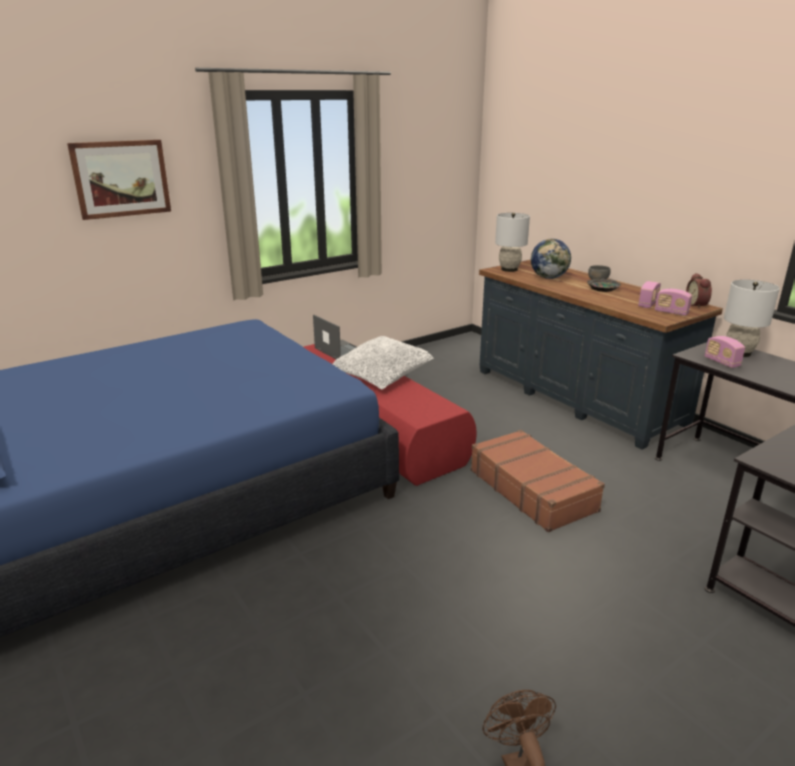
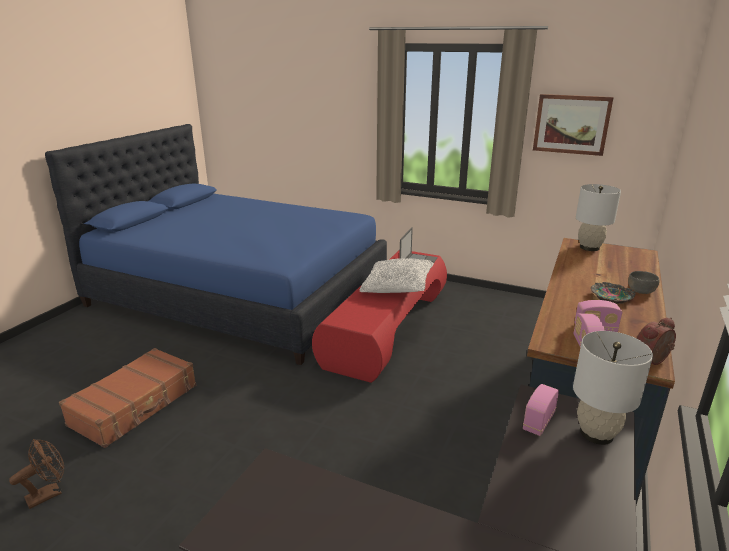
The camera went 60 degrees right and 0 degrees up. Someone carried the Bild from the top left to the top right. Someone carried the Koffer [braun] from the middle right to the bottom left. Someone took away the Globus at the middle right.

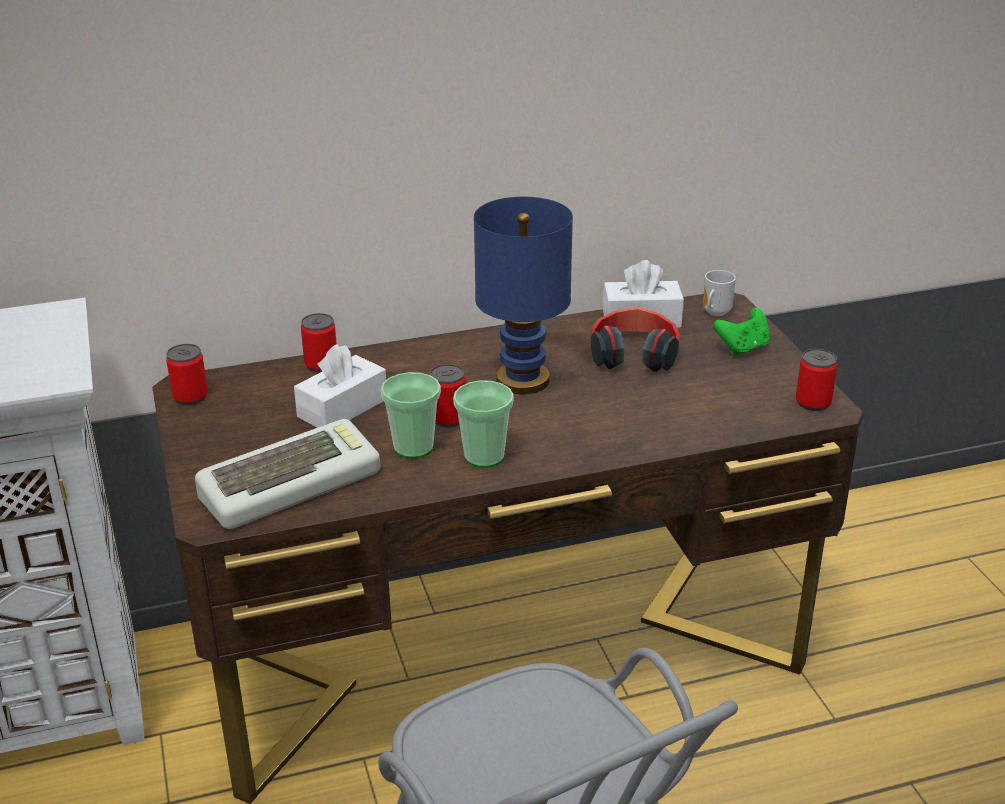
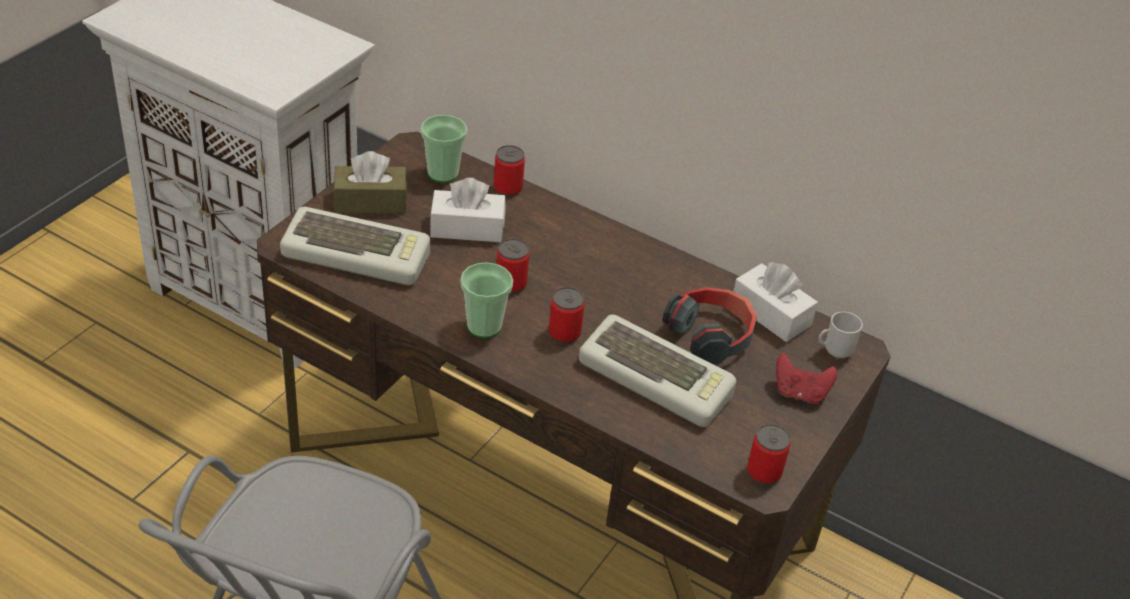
The camera went 45 degrees right and 10 degrees up. Someone carried the Dose (no. 1 from left in the first image) from the middle left to the centre. Someone carried the Tasse (no. 1 from left) from the centre to the top centre. Someone took away the Tischlampe [blau] at the centre. Someone repainted the Gamepad [grün] at the middle right, which became the Gamepad [rot] at the middle right. Someone put down the Taschentuchbox [braun] at the top left. Someone put down the Tastatur (no. 2 from left) at the centre.

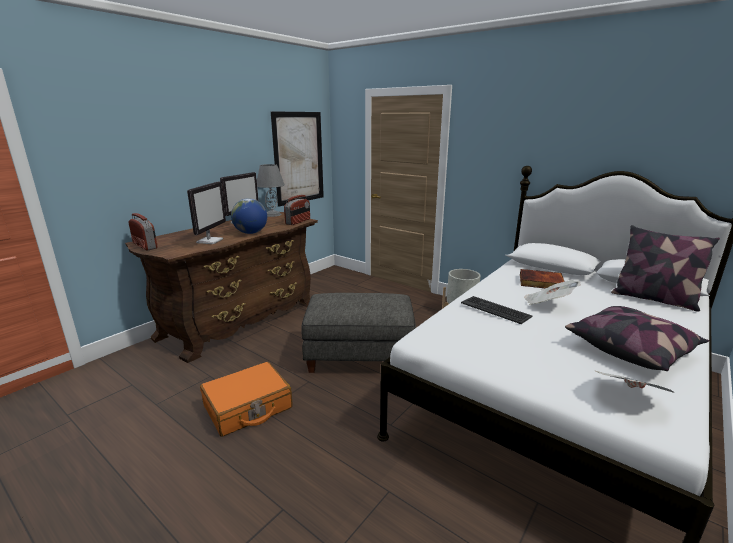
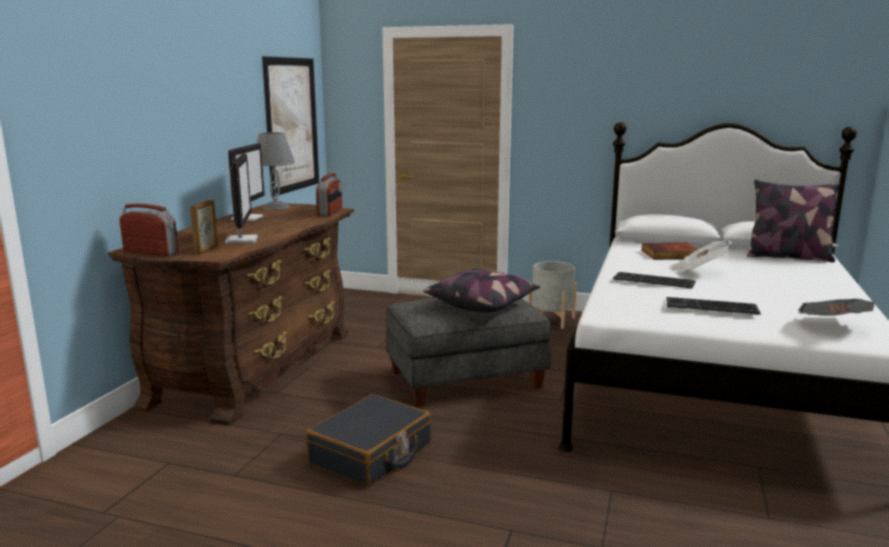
The camera went 20 degrees left and 5 degrees down. Someone repainted the Koffer [orange] at the bottom centre, which became the Koffer [schwarz] at the bottom centre. Someone took away the Globus at the centre. Someone carried the Kissen (no. 1 from left) from the middle right to the centre. Someone put down the Bilderrahmen at the middle left. Someone put down the Tastatur (no. 2 from left) at the middle right.

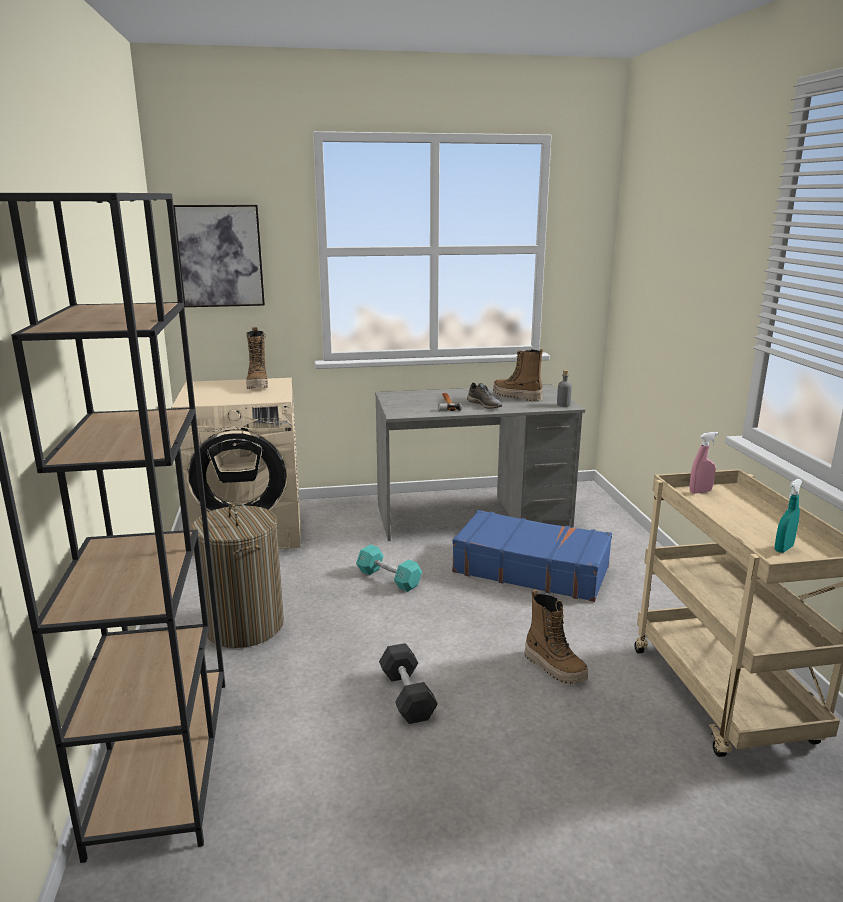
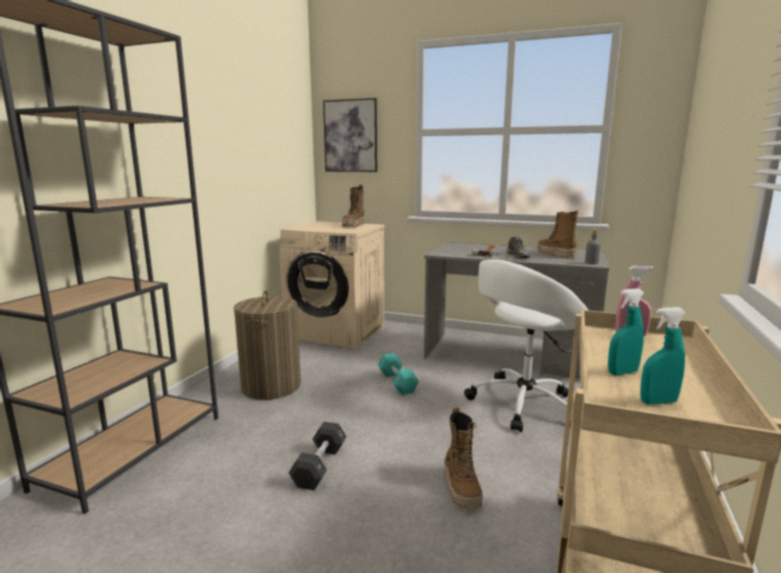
The camera went 30 degrees right and 5 degrees down. Someone swapped the Koffer [blau] at the centre for the Bürostuhl [weiß] at the middle right. Someone put down the Sprühflasche [türkis] (no. 1 from left) at the middle right.

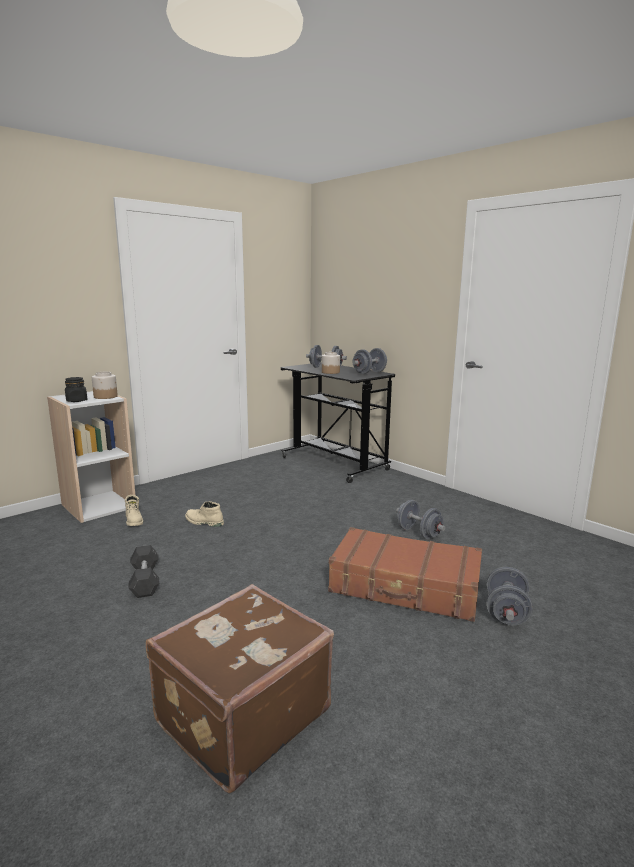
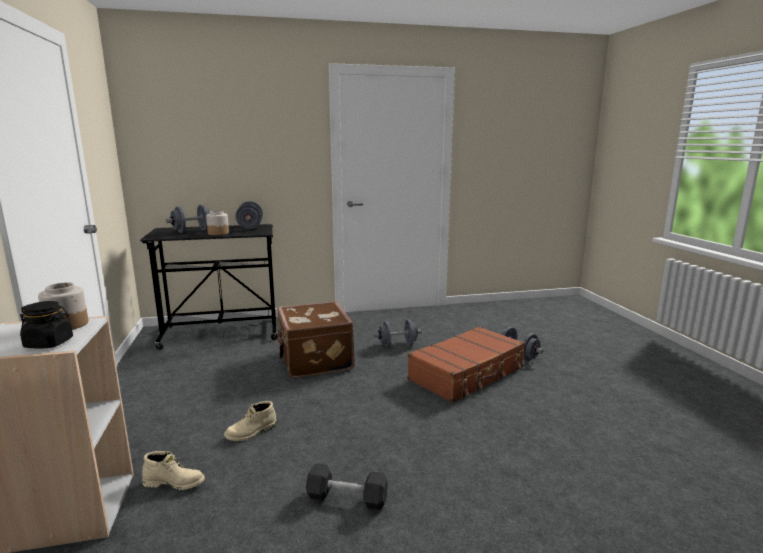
The camera went 60 degrees left and 0 degrees up. Someone carried the Koffer [braun] (no. 1 from left) from the bottom centre to the centre.

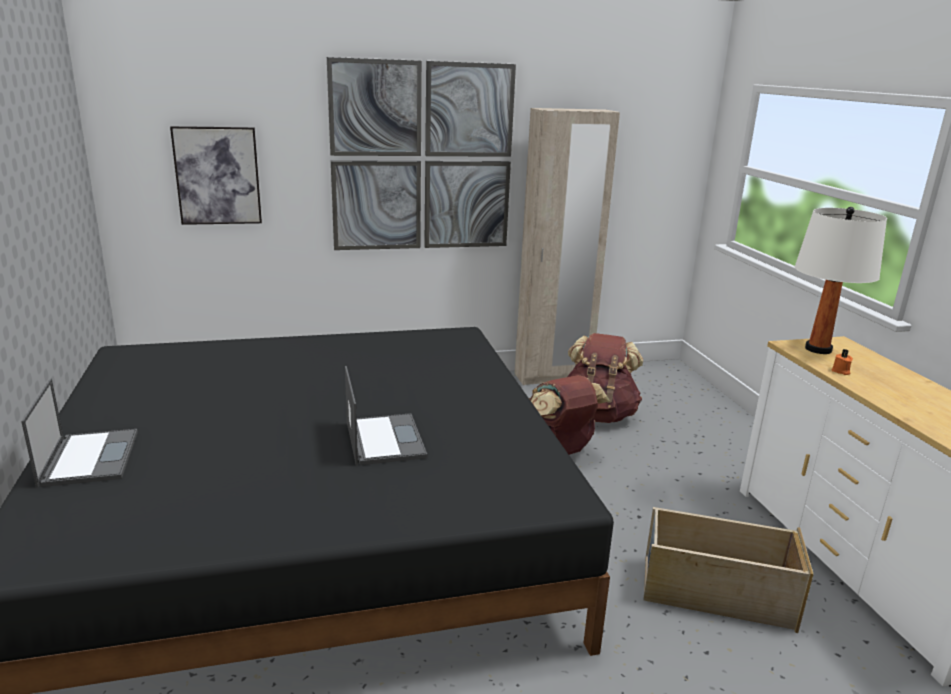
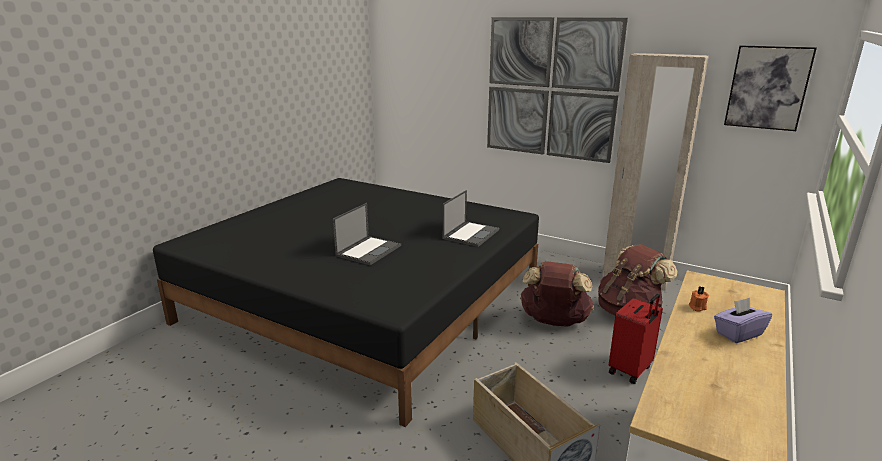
The camera went 45 degrees right and 0 degrees up. Someone carried the Laptop (no. 1 from left in the first image) from the middle left to the centre. Someone carried the Bild (no. 1 from left in the first image) from the top left to the top right. Someone took away the Tischlampe [weiß] at the middle right. Someone put down the Koffer [rot] at the bottom right. Someone put down the Taschentuchbox [lila] at the bottom right.

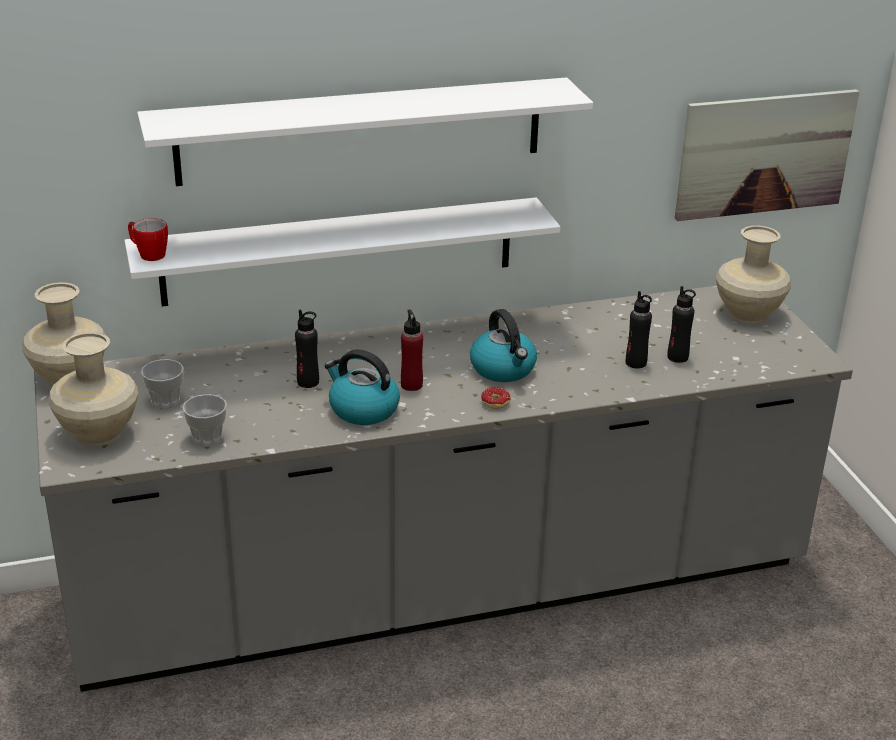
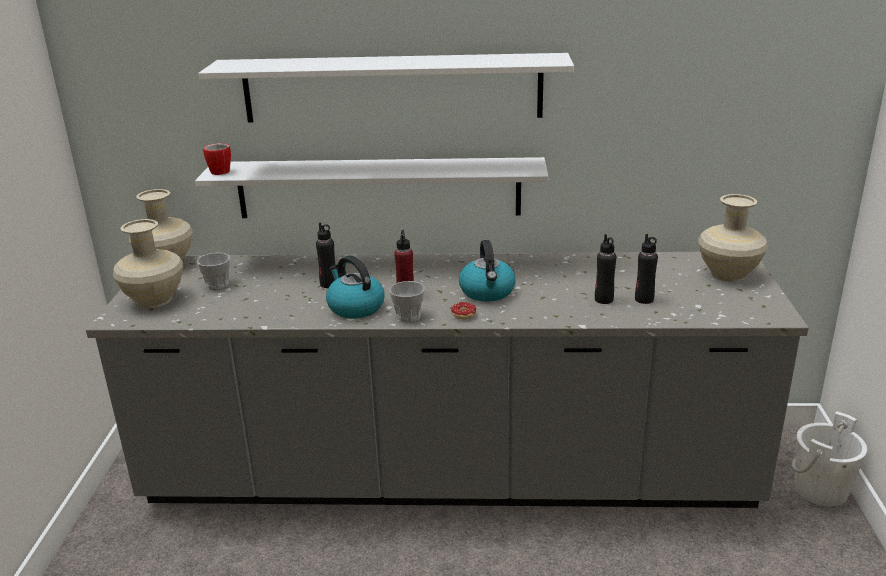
The camera went 20 degrees right and 5 degrees down. Someone carried the Tasse (no. 2 from left) from the middle left to the centre. Someone took away the Bild at the top right. Someone put down the Eimer [weiß] at the bottom right.

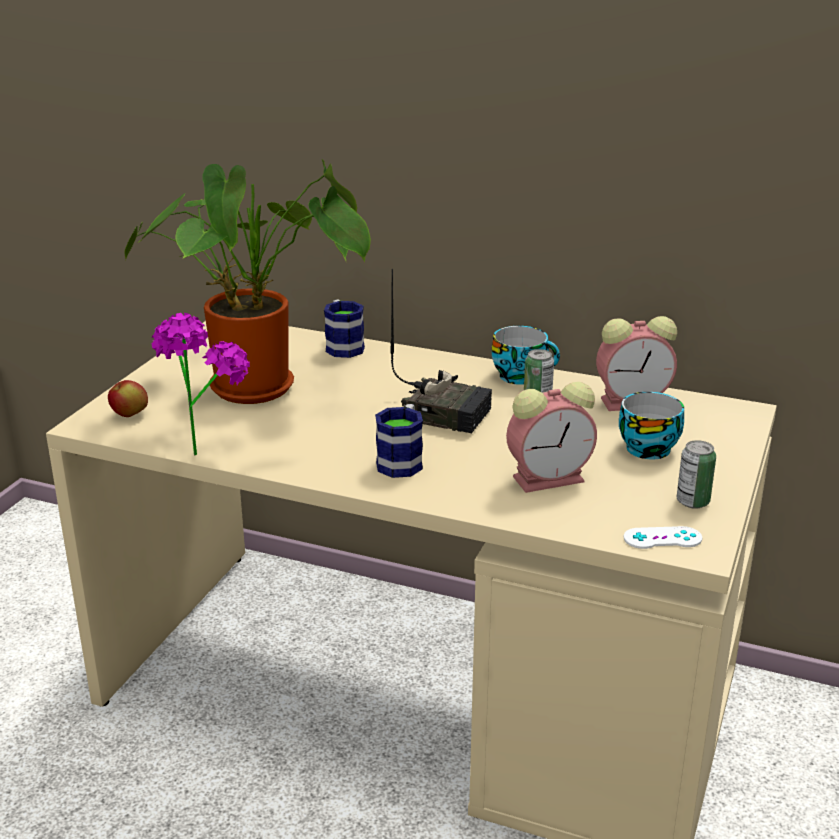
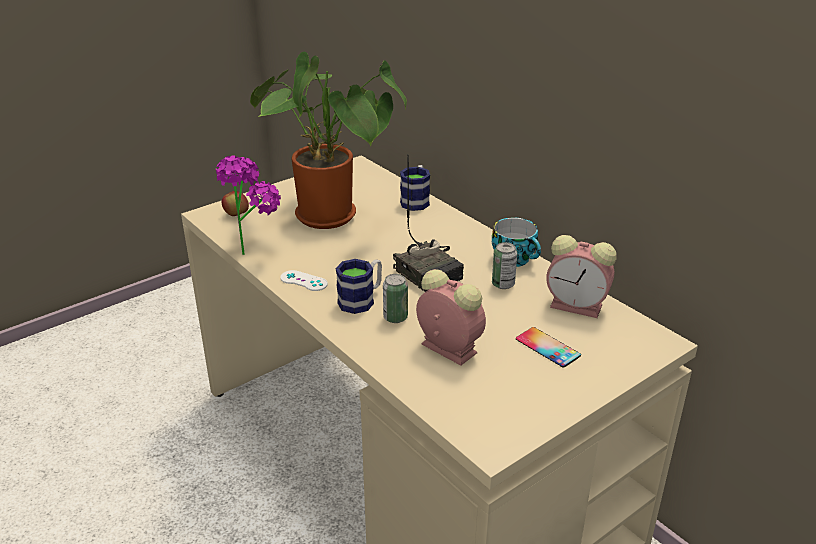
The camera went 30 degrees right and 5 degrees up. Someone rotated the Wecker (no. 1 from left) at the centre by 150 degrees counterclockwise. Someone swapped the Tasse (no. 2 from left) at the middle right for the Handy at the middle right. Someone carried the Gamepad [weiß] from the middle right to the centre. Someone carried the Dose (no. 2 from left in the first image) from the middle right to the centre.

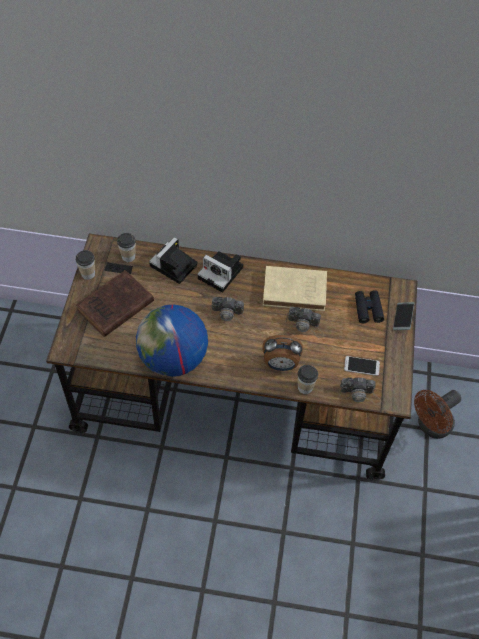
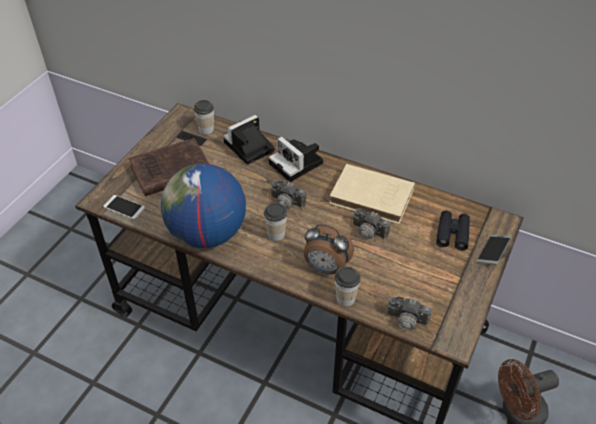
The camera went 20 degrees right and 10 degrees down. Someone carried the Tasse (no. 1 from left in the first image) from the middle left to the centre. Someone carried the Handy (no. 1 from left) from the middle right to the middle left.

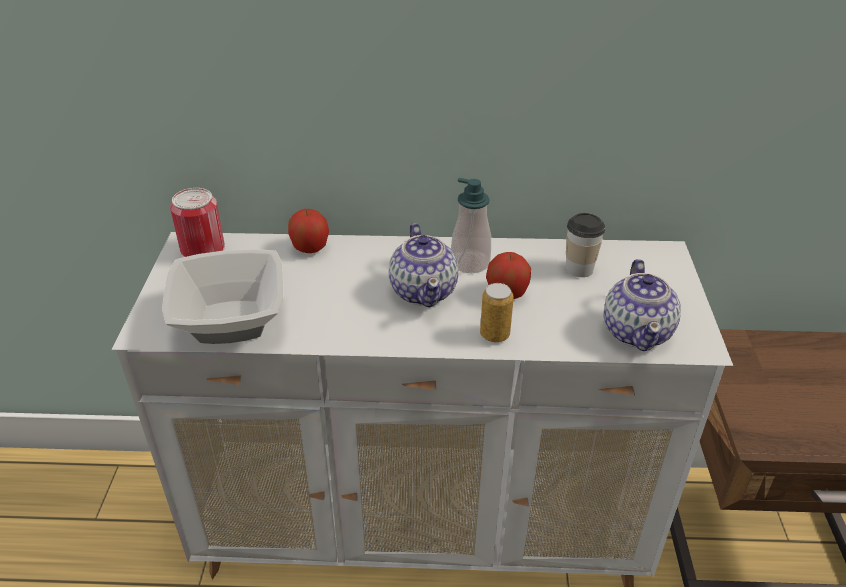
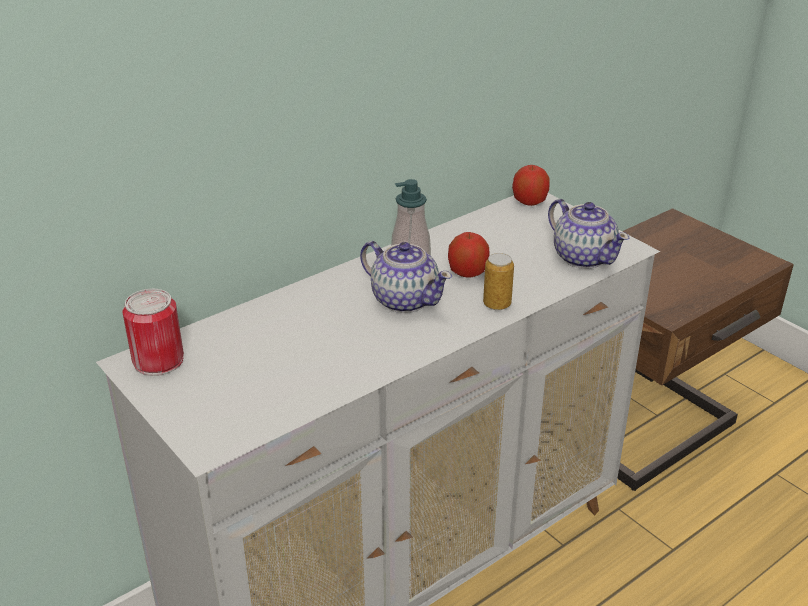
The camera went 40 degrees left and 5 degrees down. Someone took away the Schüssel at the middle left. Someone carried the Apfel (no. 1 from left in the first image) from the centre to the top centre. Someone took away the Tasse at the middle right.

